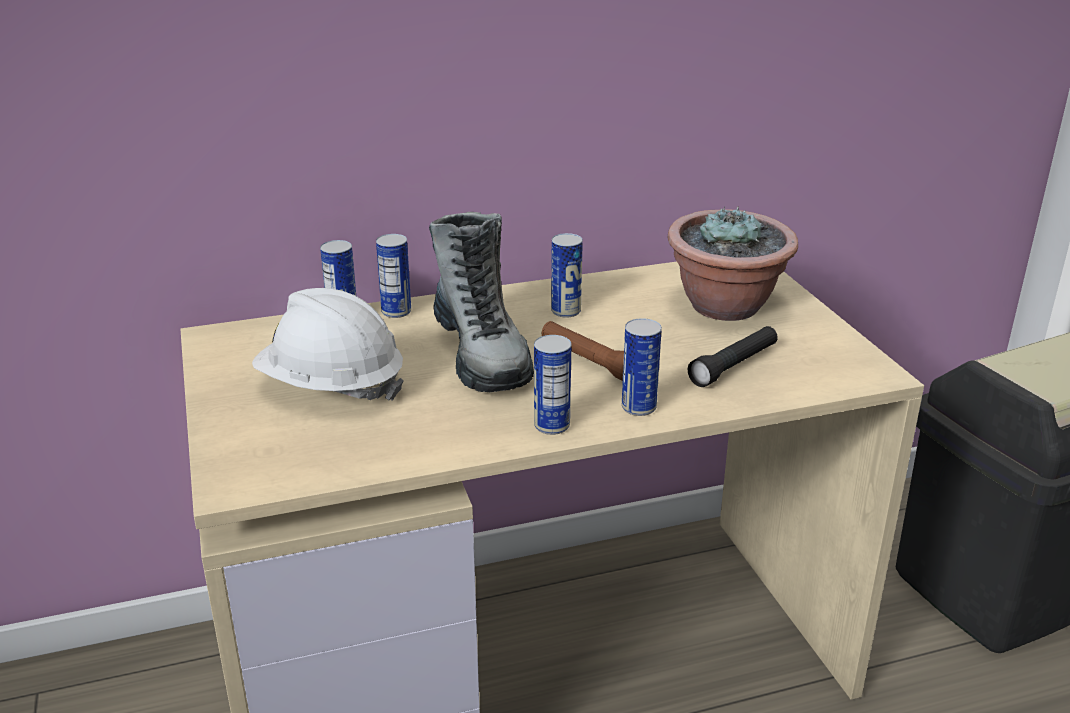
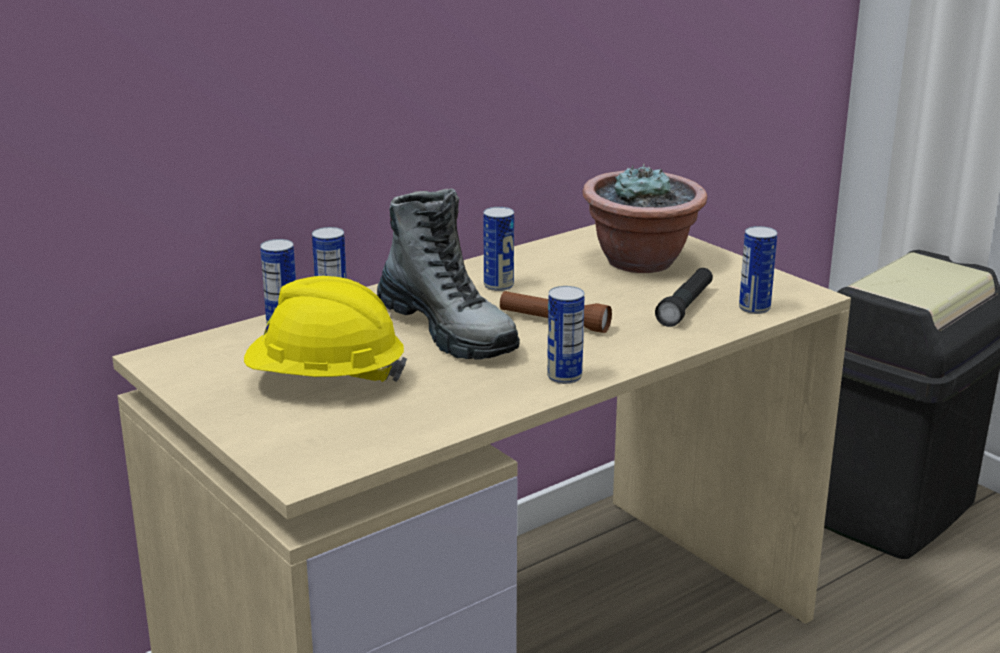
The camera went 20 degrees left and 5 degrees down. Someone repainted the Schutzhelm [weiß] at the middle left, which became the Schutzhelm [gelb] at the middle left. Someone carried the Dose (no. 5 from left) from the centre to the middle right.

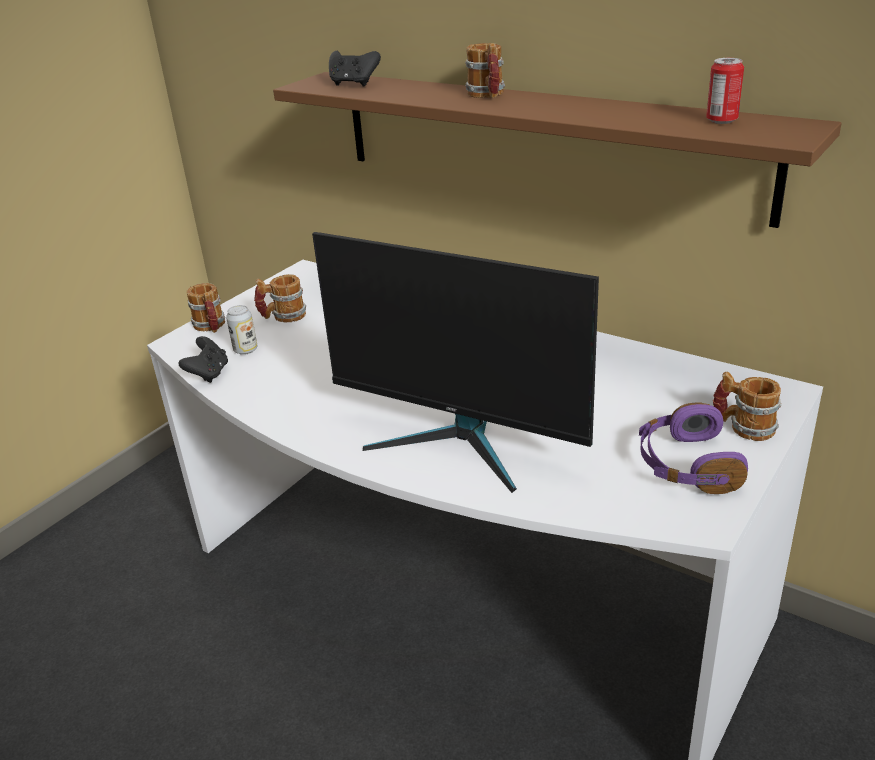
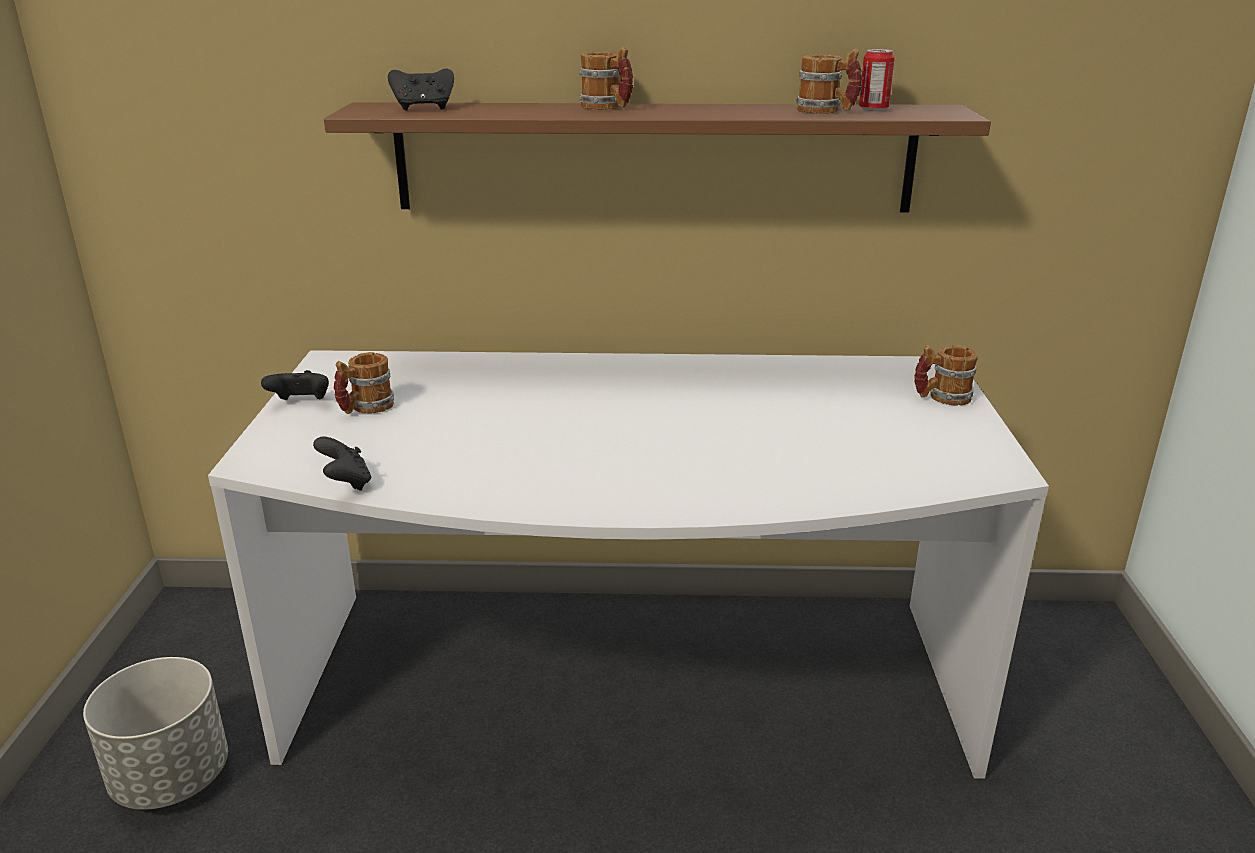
The camera went 35 degrees left and 5 degrees down. Someone carried the Henkelbecher (no. 1 from left in the first image) from the middle left to the top centre. Someone took away the Dose (no. 1 from left) at the middle left. Someone took away the Monitor at the centre. Someone took away the Kopfhörer [lila] at the middle right. Someone put down the Pflanzkübel [grau] at the bottom left. Someone put down the Gamepad [schwarz] (no. 1 from left) at the middle left.

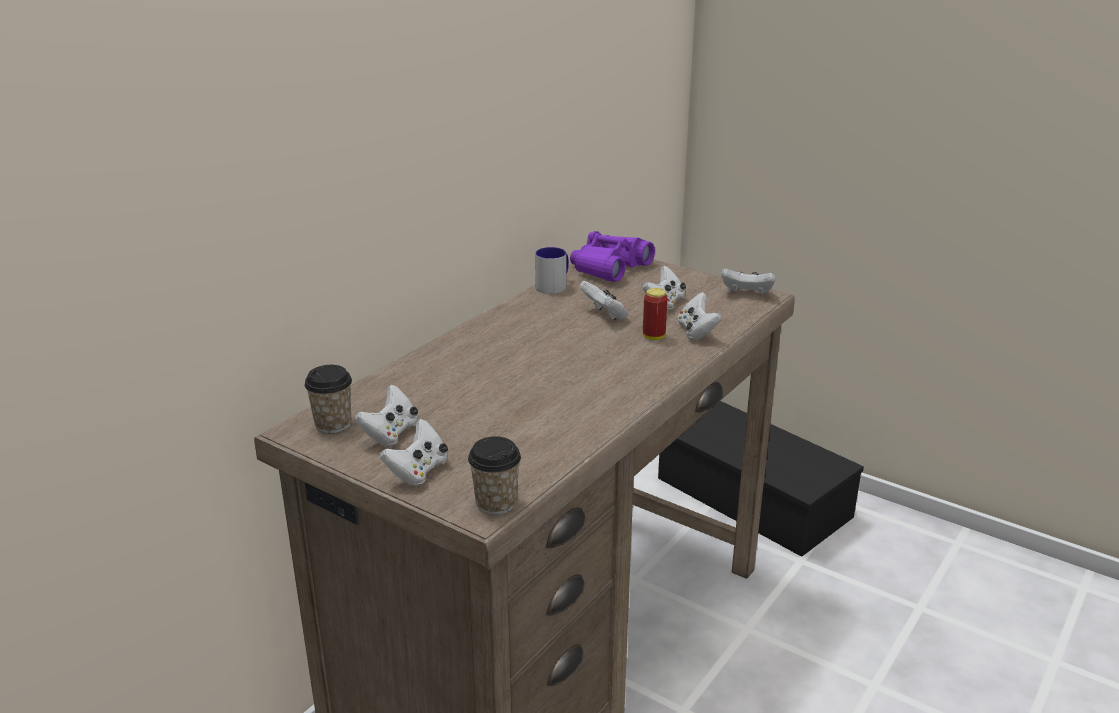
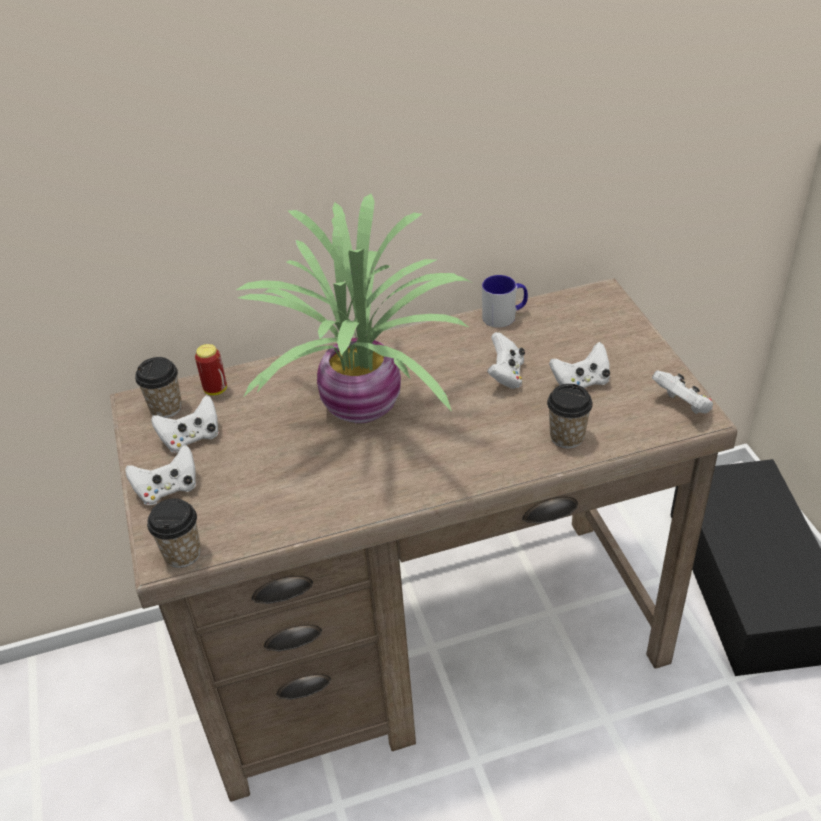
The camera went 40 degrees right and 15 degrees up. Someone took away the Fernglas [lila] at the centre. Someone carried the Dose from the centre to the middle left. Someone swapped the Gamepad [weiß] (no. 5 from left) at the centre for the Tasse (no. 3 from left) at the middle right. Someone put down the Topfpflanze at the centre.

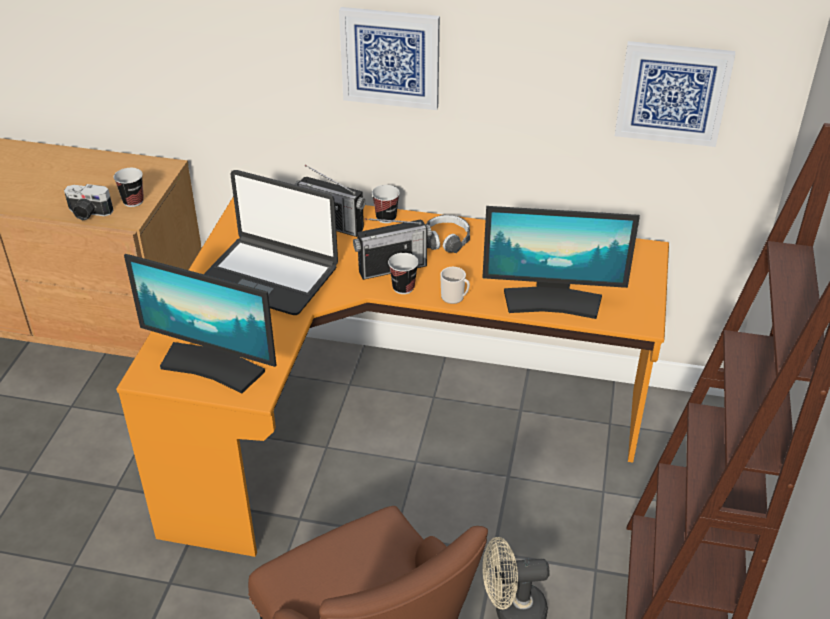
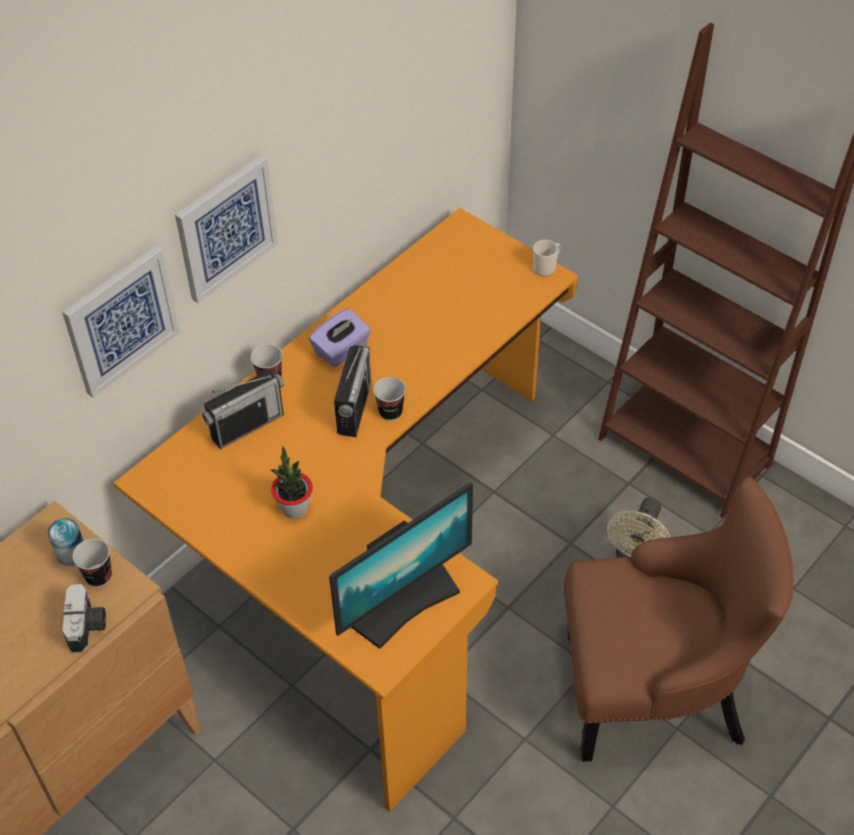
The camera went 60 degrees left and 10 degrees up. Someone rotated the Kamera at the top left by 45 degrees counterclockwise. Someone swapped the Laptop at the middle left for the Topfpflanze at the centre. Someone swapped the Kopfhörer at the centre for the Taschentuchbox [lila] at the centre. Someone carried the Henkelbecher from the centre to the top centre. Someone took away the Monitor (no. 2 from left) at the middle right. Someone carried the Bild (no. 2 from left in the first image) from the top right to the middle left. Someone put down the Dose at the middle left.

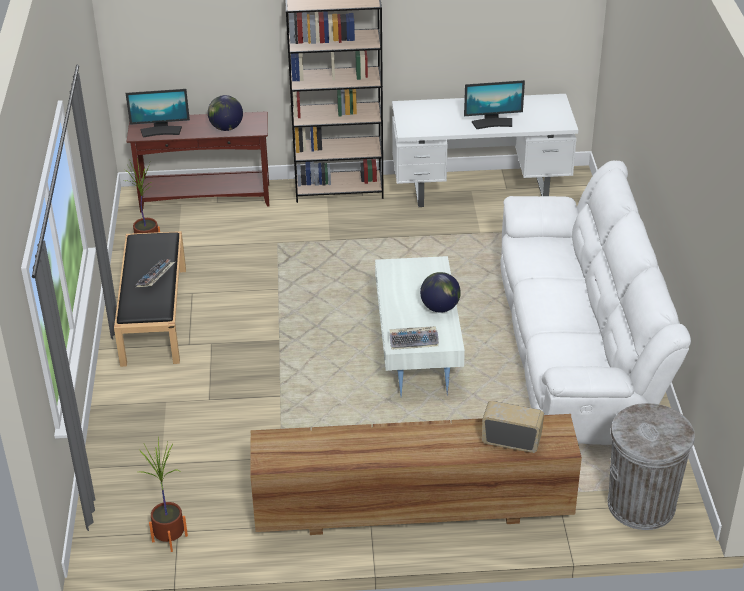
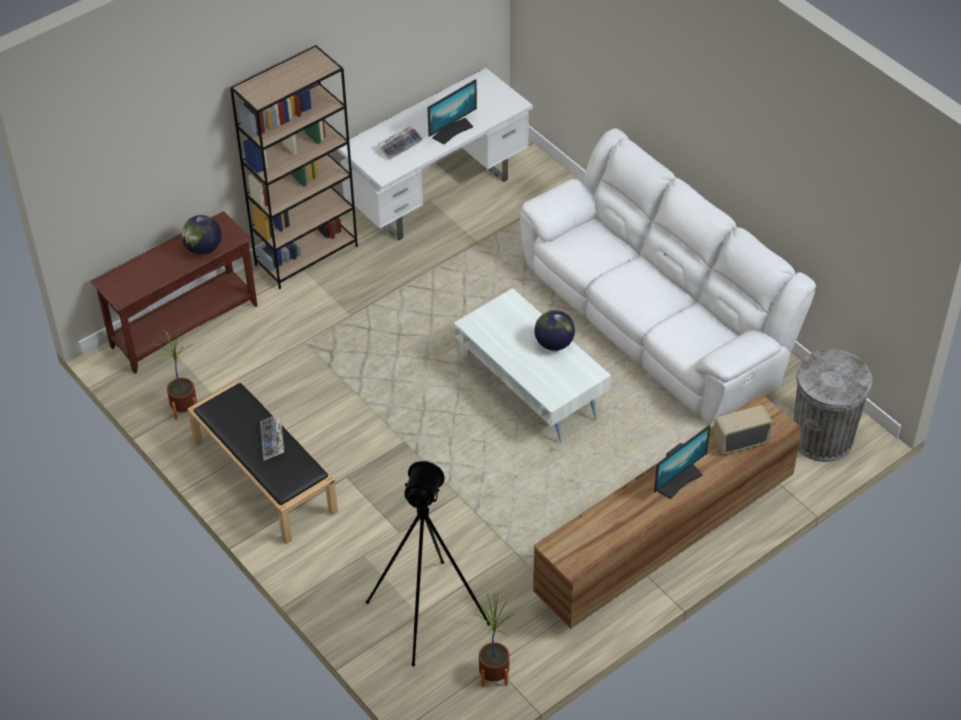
The camera went 35 degrees left and 10 degrees up. Someone carried the Monitor (no. 1 from left in the first image) from the top left to the middle right. Someone carried the Tastatur (no. 2 from left) from the centre to the top centre. Someone put down the Stehlampe [schwarz] at the bottom centre.

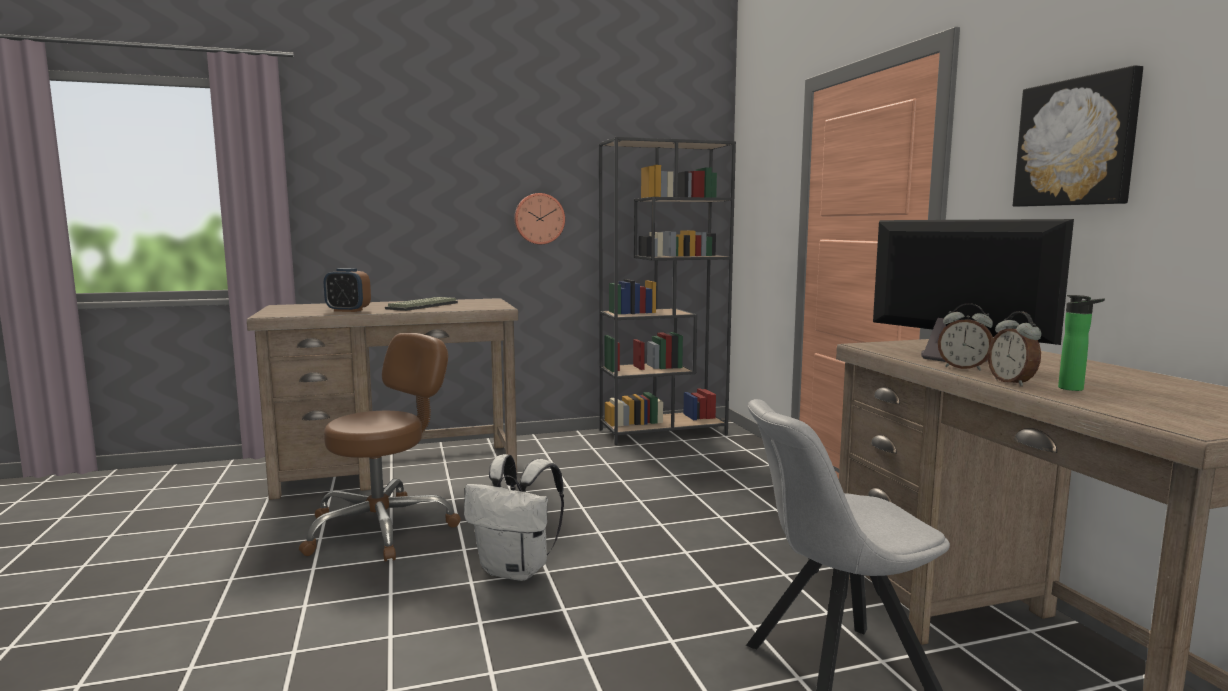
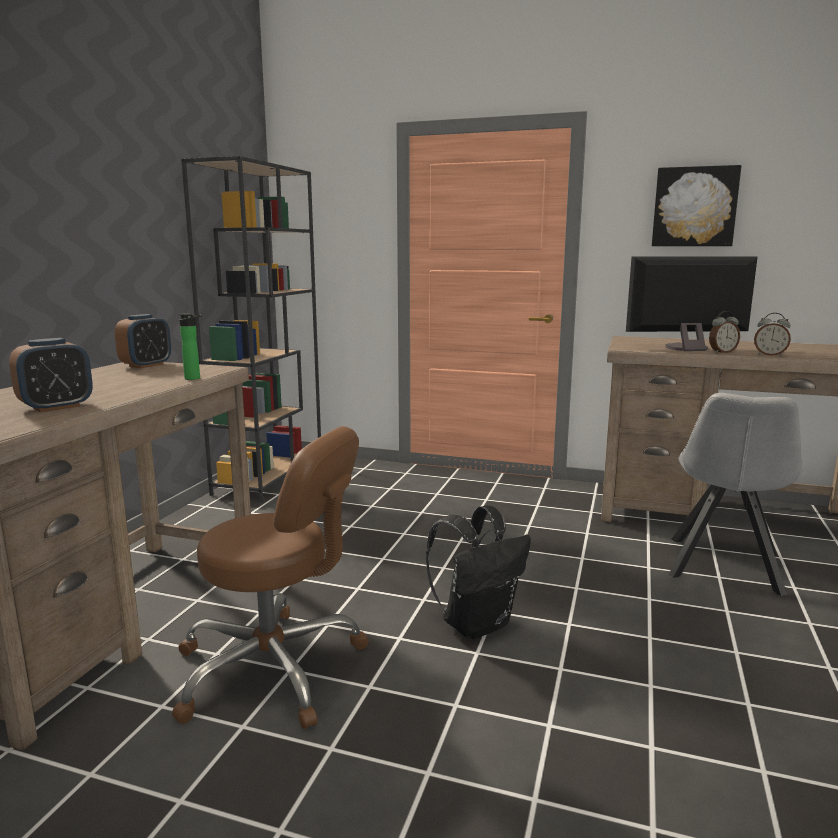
The camera went 55 degrees left and 5 degrees up. Someone rotated the Bürostuhl [braun] at the middle left by 120 degrees clockwise. Someone took away the Tastatur at the centre. Someone repainted the Rucksack [weiß] at the bottom centre, which became the Rucksack [schwarz] at the bottom centre. Someone took away the Wanduhr at the top centre. Someone carried the Flasche from the middle right to the middle left. Someone put down the Wecker (no. 2 from left) at the middle left.

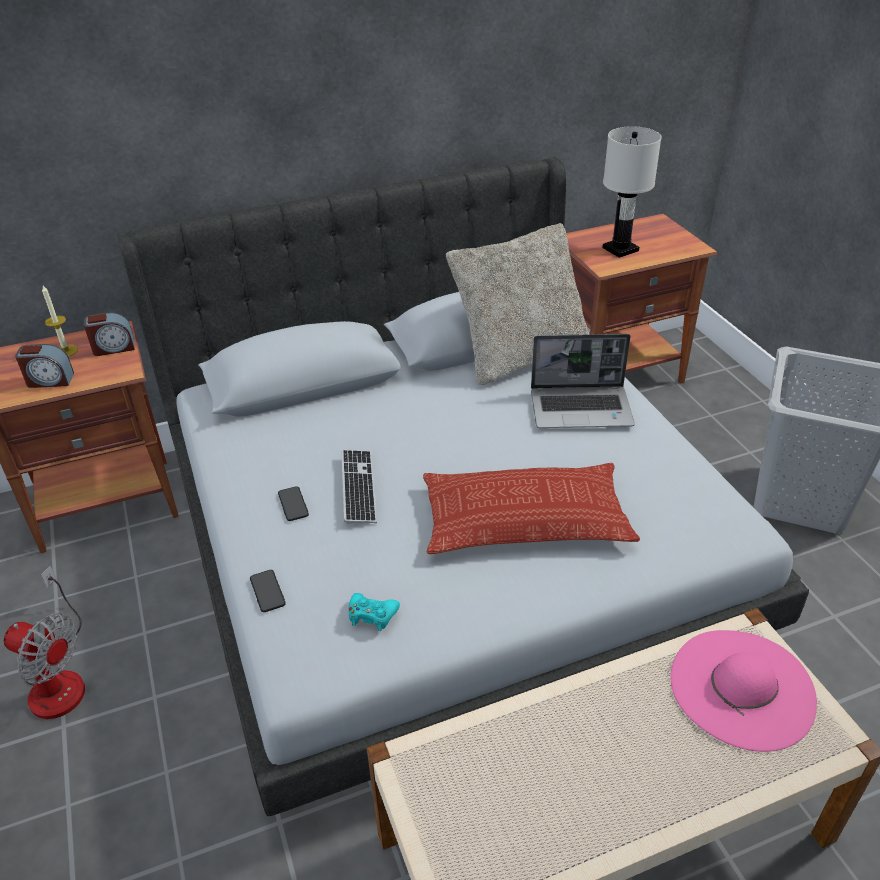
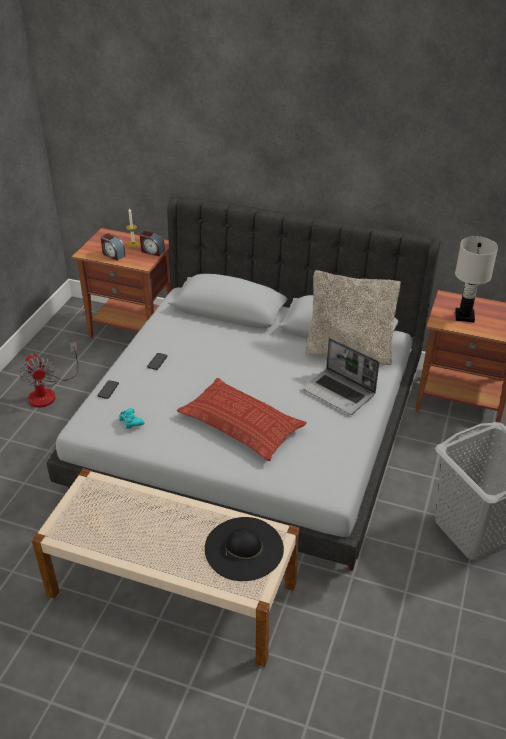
The camera went 40 degrees right and 0 degrees up. Someone took away the Tastatur at the centre. Someone repainted the Hut [rosa] at the bottom right, which became the Hut [schwarz] at the bottom centre.

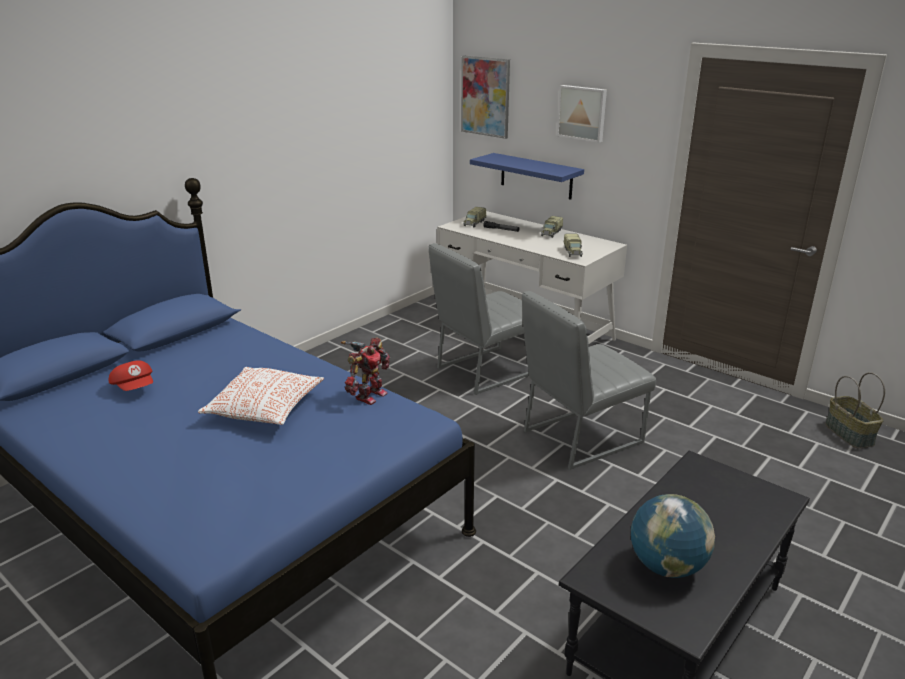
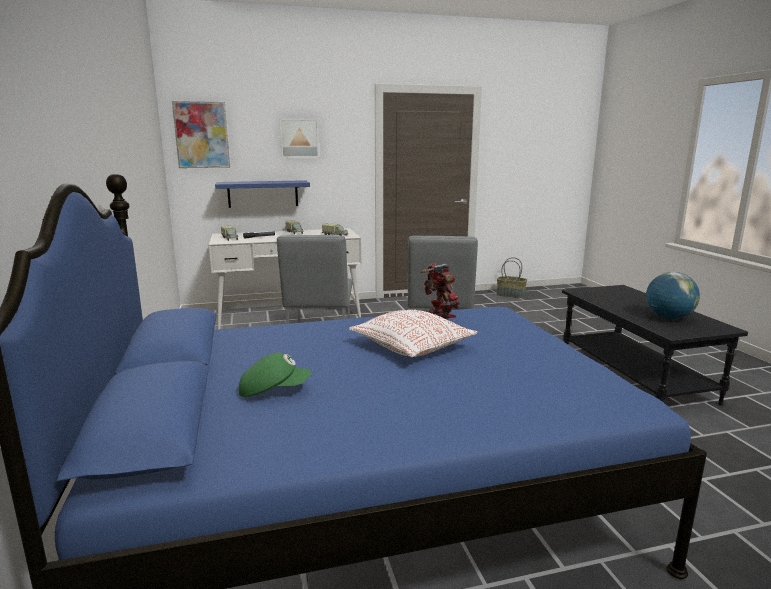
The camera went 55 degrees left and 10 degrees down. Someone repainted the Kappe [rot] at the middle left, which became the Kappe [grün] at the centre.

